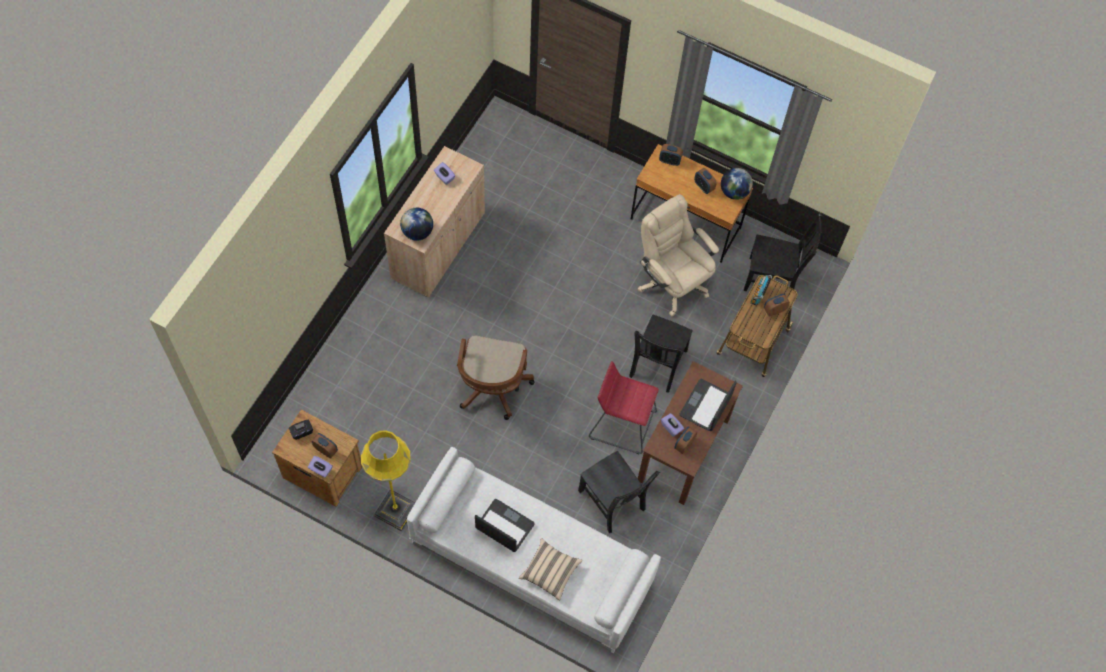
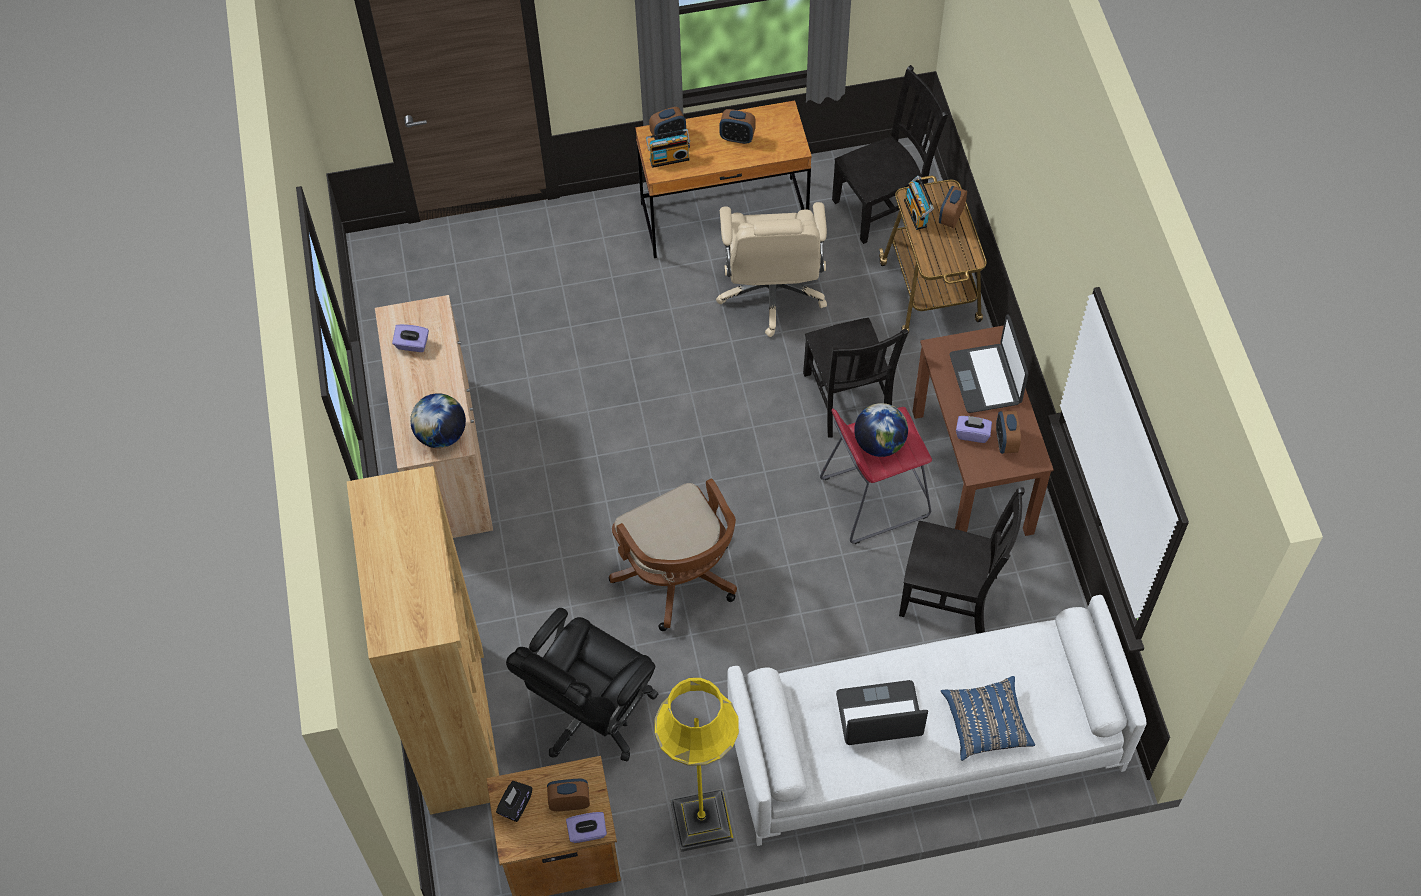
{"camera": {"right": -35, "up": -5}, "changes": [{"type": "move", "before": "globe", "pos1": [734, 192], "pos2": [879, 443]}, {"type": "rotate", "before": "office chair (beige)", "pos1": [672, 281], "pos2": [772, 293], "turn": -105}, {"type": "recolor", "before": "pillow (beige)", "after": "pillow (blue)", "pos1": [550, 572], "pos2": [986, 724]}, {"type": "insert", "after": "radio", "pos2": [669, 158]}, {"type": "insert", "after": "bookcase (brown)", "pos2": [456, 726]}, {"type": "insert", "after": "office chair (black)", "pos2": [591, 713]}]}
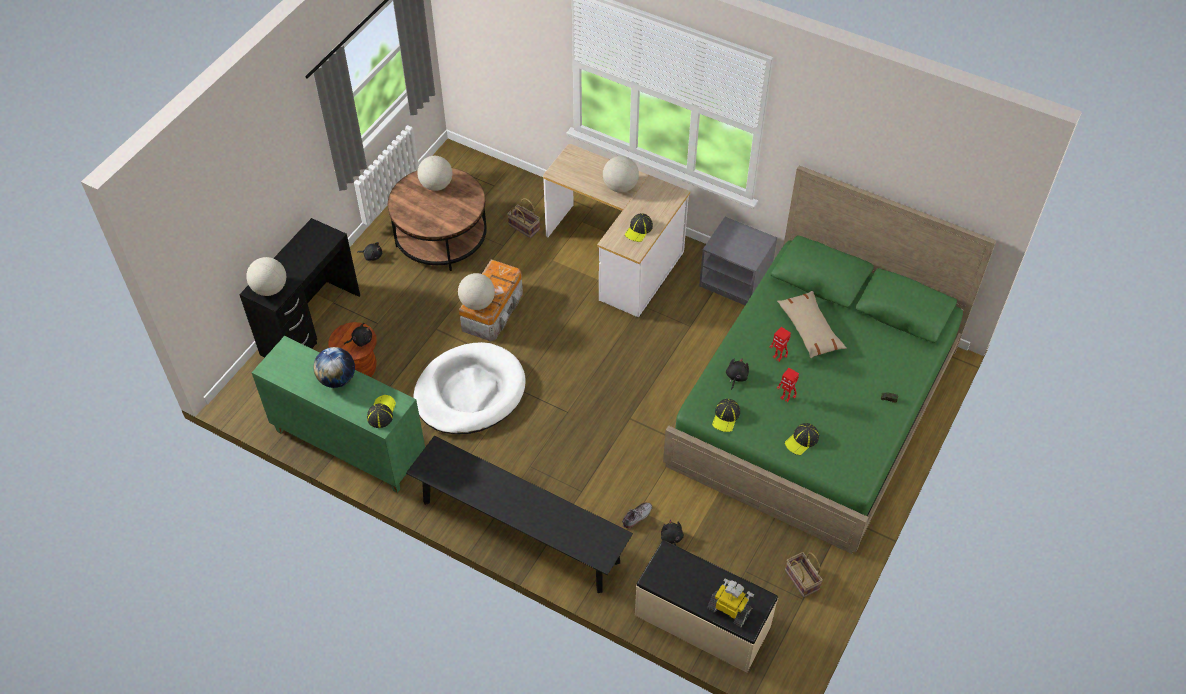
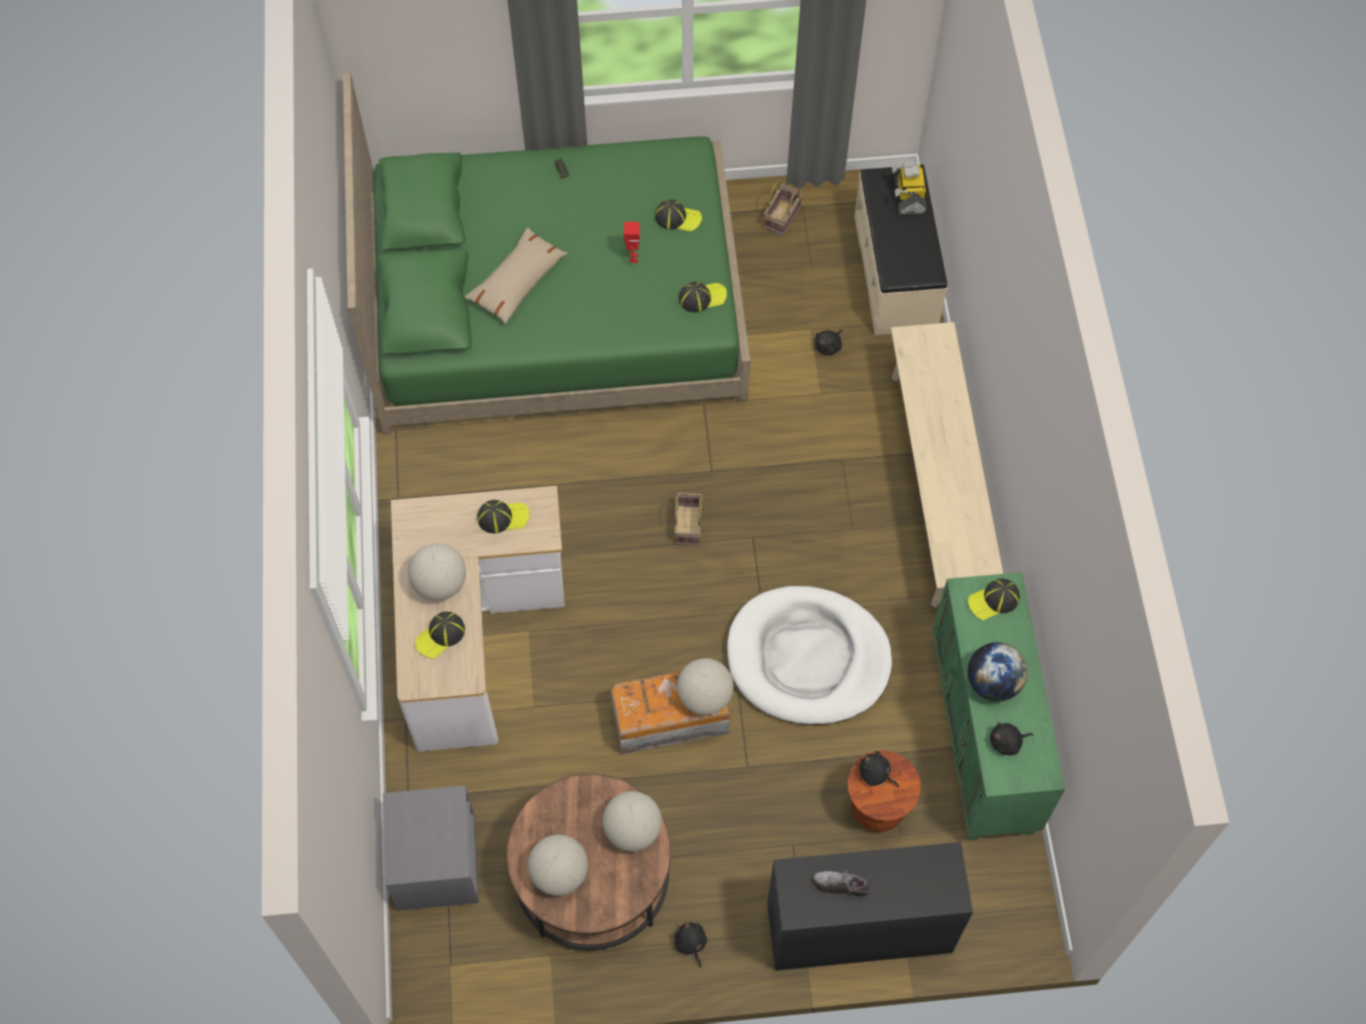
{"camera": {"right": -125, "up": 10}, "changes": [{"type": "move", "before": "basket", "pos1": [525, 227], "pos2": [687, 524]}, {"type": "move", "before": "nightstand (grey)", "pos1": [736, 280], "pos2": [435, 861]}, {"type": "move", "before": "globe", "pos1": [270, 288], "pos2": [632, 830]}, {"type": "delete", "before": "toy robot", "pos1": [777, 357]}, {"type": "move", "before": "plush toy (black)", "pos1": [736, 377], "pos2": [1007, 742]}, {"type": "recolor", "before": "bench (black)", "after": "bench (beige)", "pos1": [520, 531], "pos2": [937, 485]}, {"type": "move", "before": "shoe", "pos1": [637, 516], "pos2": [840, 885]}, {"type": "insert", "after": "cap", "pos2": [440, 636]}]}
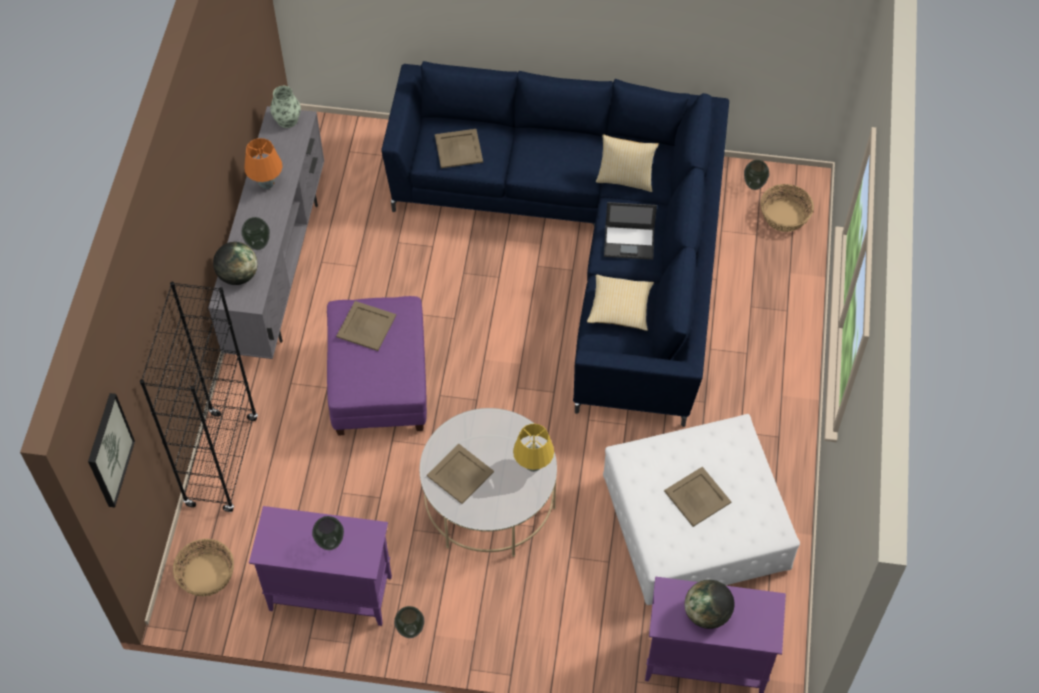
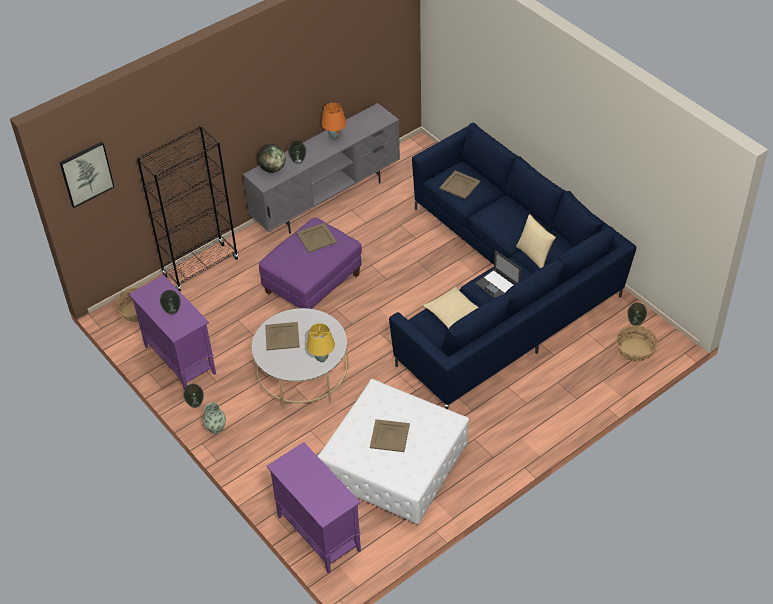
{"camera": {"right": 45, "up": -10}, "changes": [{"type": "move", "before": "vase", "pos1": [287, 120], "pos2": [215, 427]}, {"type": "delete", "before": "globe", "pos1": [707, 613]}]}
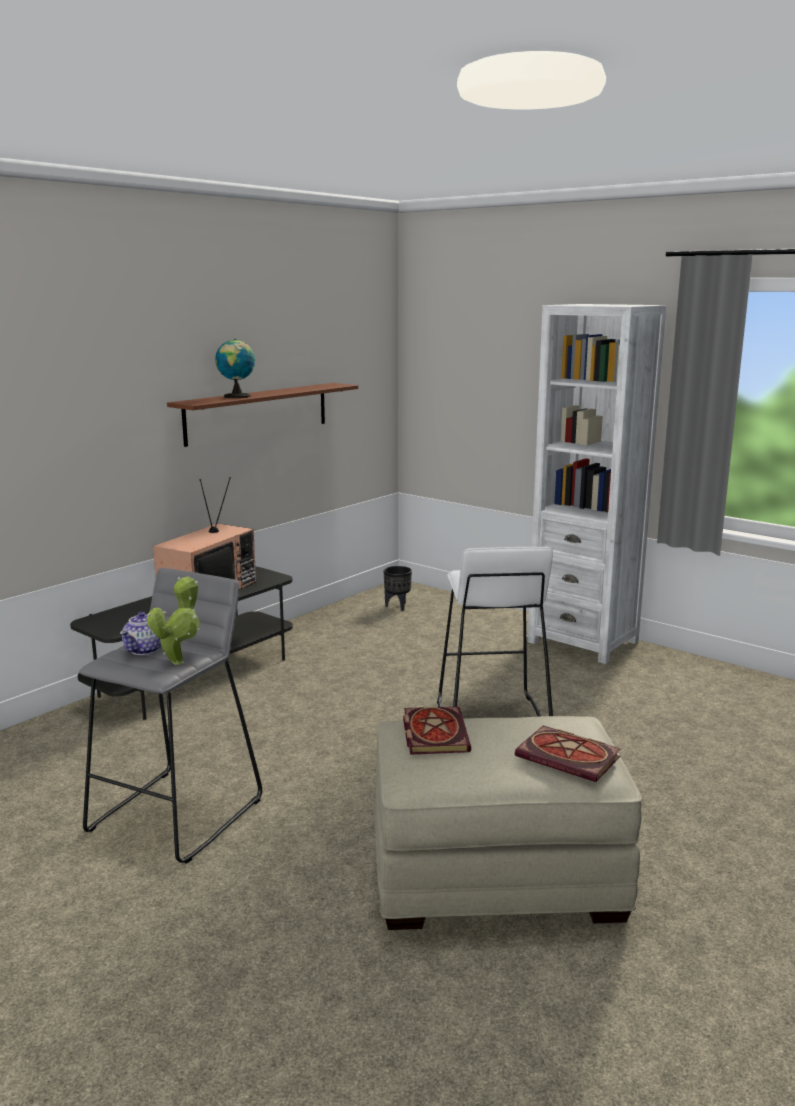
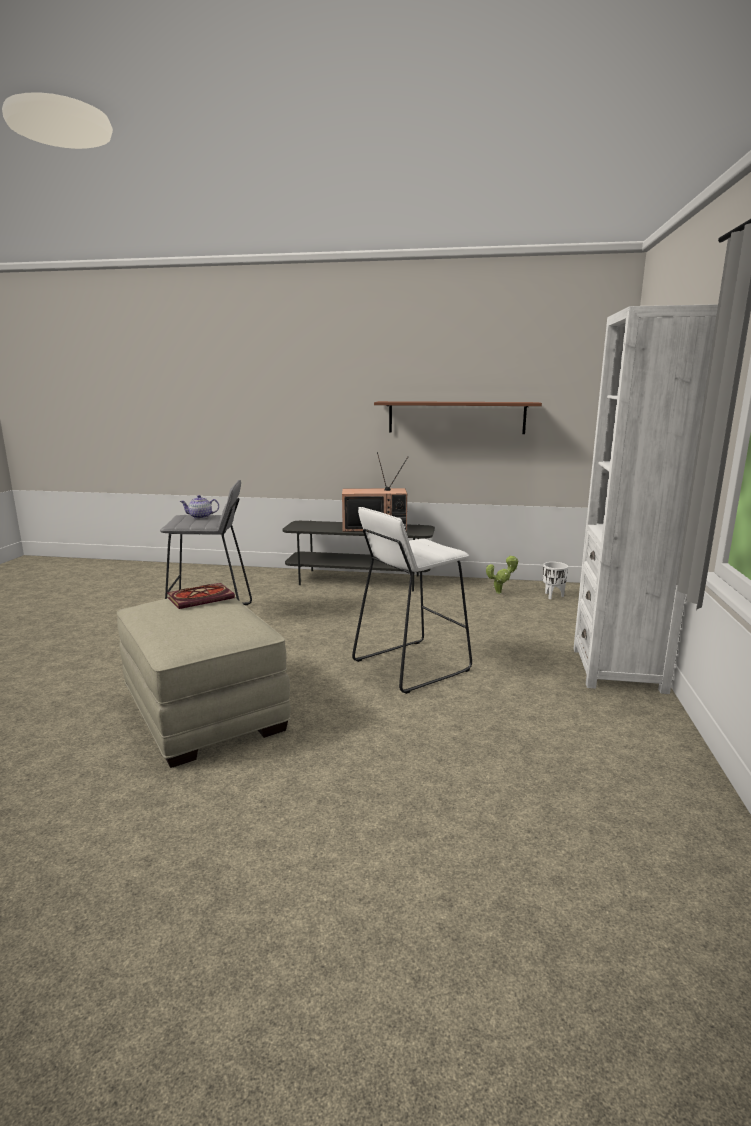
{"camera": {"right": 60, "up": 0}, "changes": [{"type": "delete", "before": "globe", "pos1": [237, 396]}, {"type": "recolor", "before": "planter (black)", "after": "planter (white)", "pos1": [398, 606], "pos2": [553, 596]}, {"type": "move", "before": "potted plant", "pos1": [179, 661], "pos2": [500, 592]}, {"type": "delete", "before": "book", "pos1": [570, 757]}]}
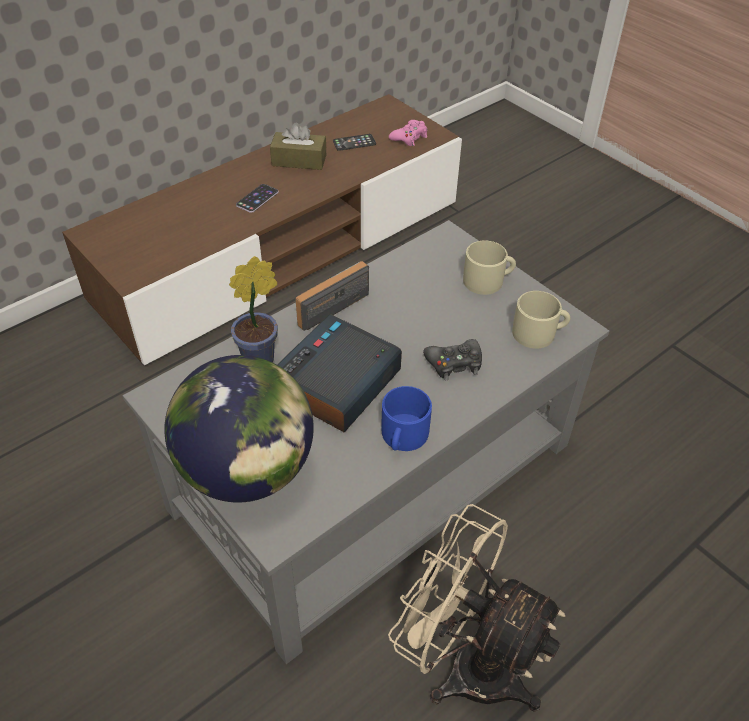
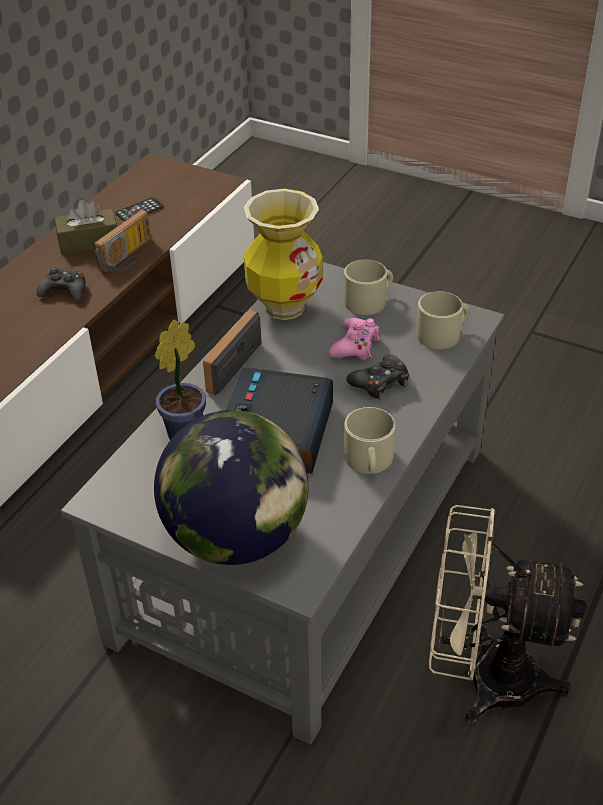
{"camera": {"right": -20, "up": -5}, "changes": [{"type": "move", "before": "game controller (pink)", "pos1": [409, 137], "pos2": [355, 346]}, {"type": "replace", "before": "phone", "after": "game controller (black)", "pos1": [257, 198], "pos2": [65, 291]}, {"type": "recolor", "before": "mug (blue)", "after": "mug (beige)", "pos1": [403, 437], "pos2": [369, 461]}, {"type": "insert", "after": "vase", "pos2": [284, 307]}, {"type": "insert", "after": "radio", "pos2": [129, 257]}]}
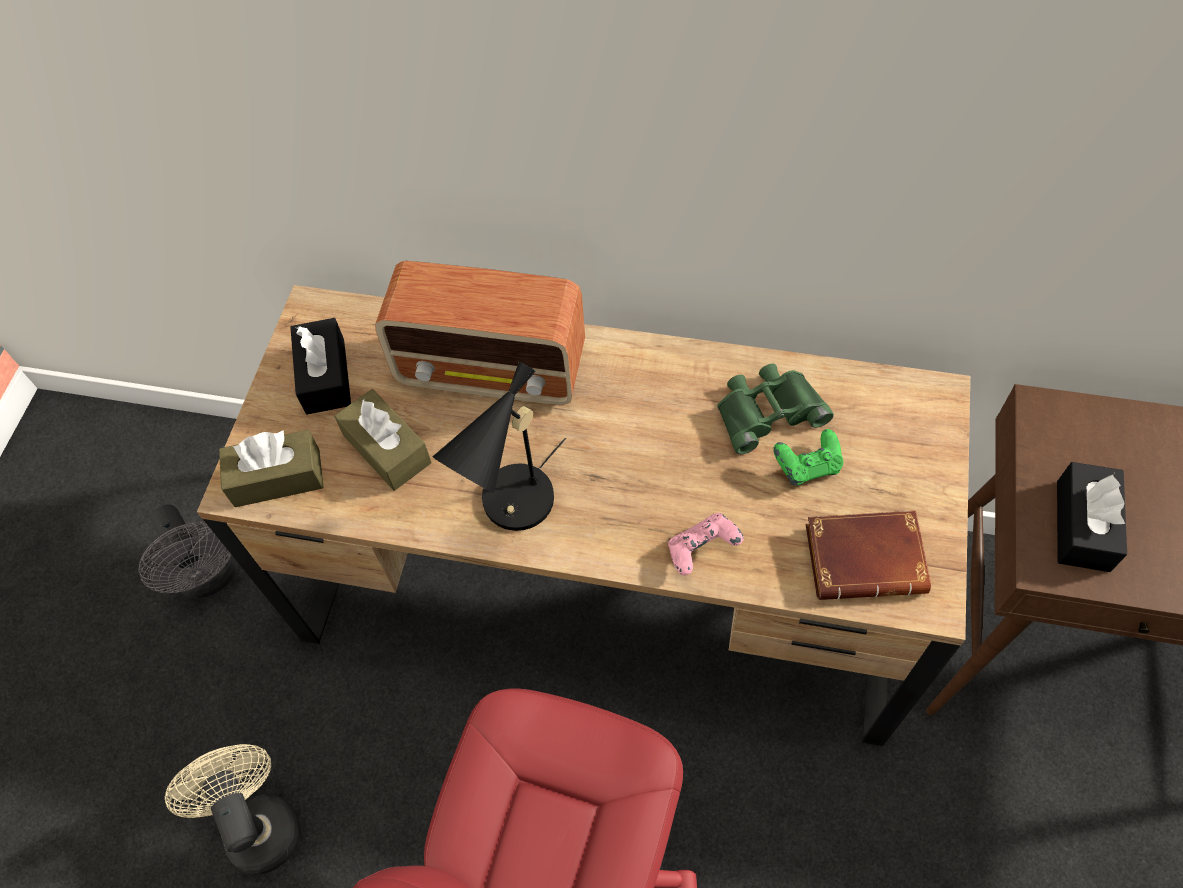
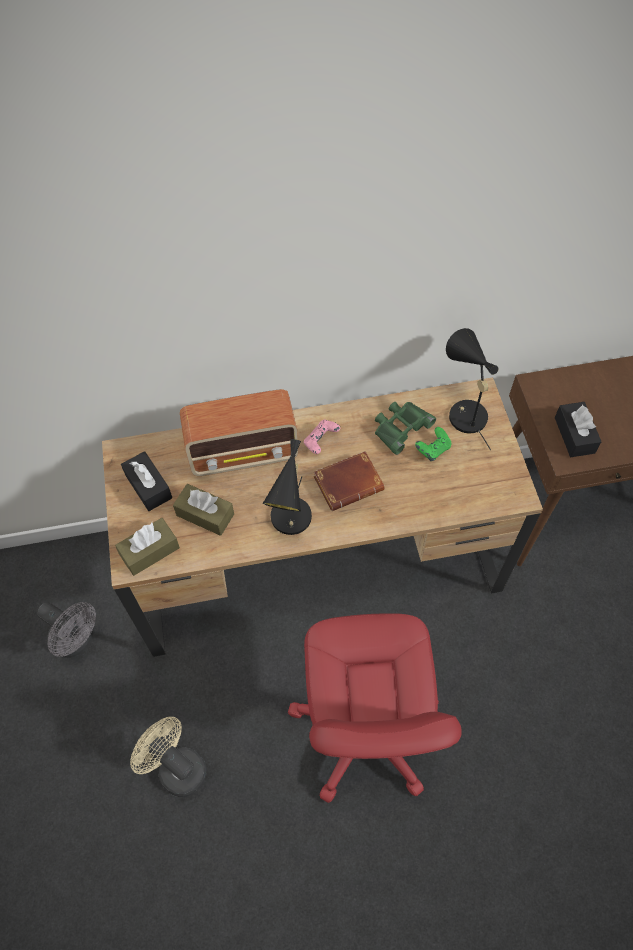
{"camera": {"right": -25, "up": 0}, "changes": [{"type": "move", "before": "book (brown)", "pos1": [867, 557], "pos2": [349, 482]}, {"type": "move", "before": "game controller (pink)", "pos1": [702, 551], "pos2": [321, 441]}, {"type": "insert", "after": "table lamp (black)", "pos2": [463, 413]}]}
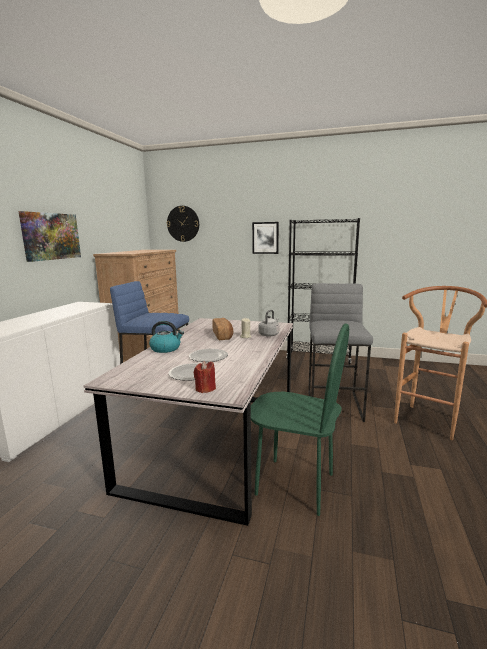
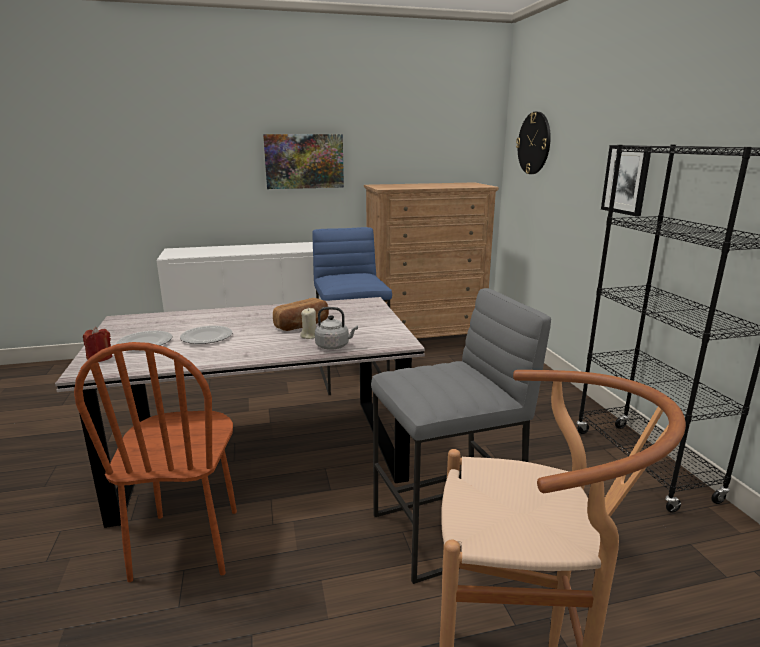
{"camera": {"right": 60, "up": 5}, "changes": [{"type": "delete", "before": "kettle", "pos1": [166, 349]}, {"type": "recolor", "before": "chair (green)", "after": "chair (brown)", "pos1": [294, 484], "pos2": [188, 543]}]}
